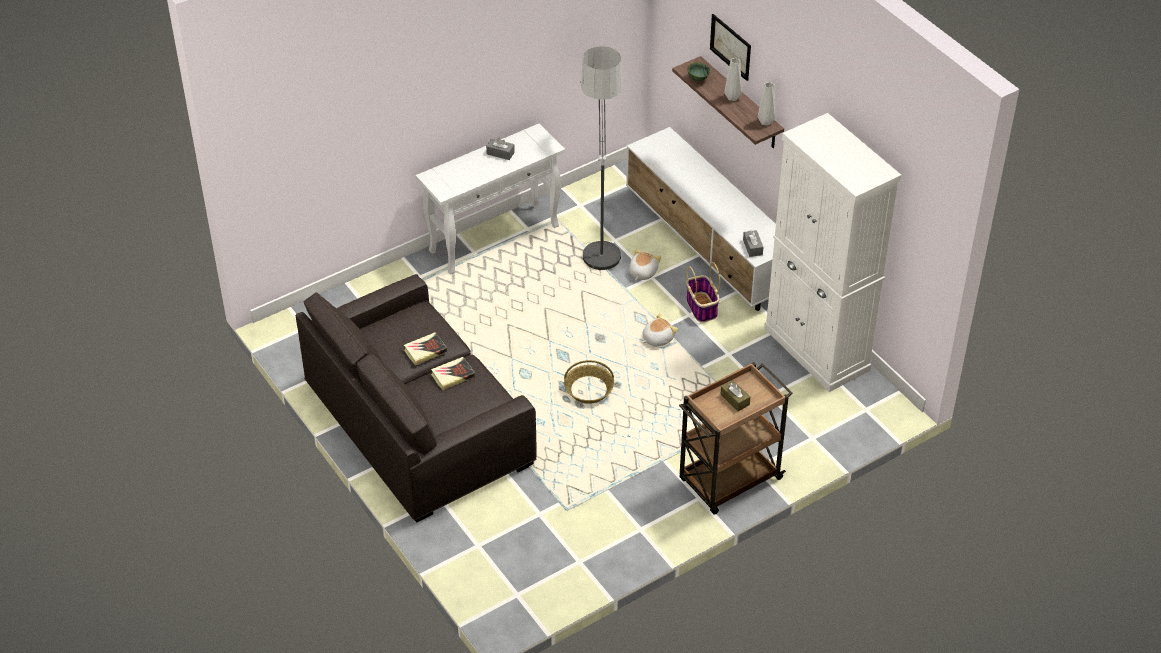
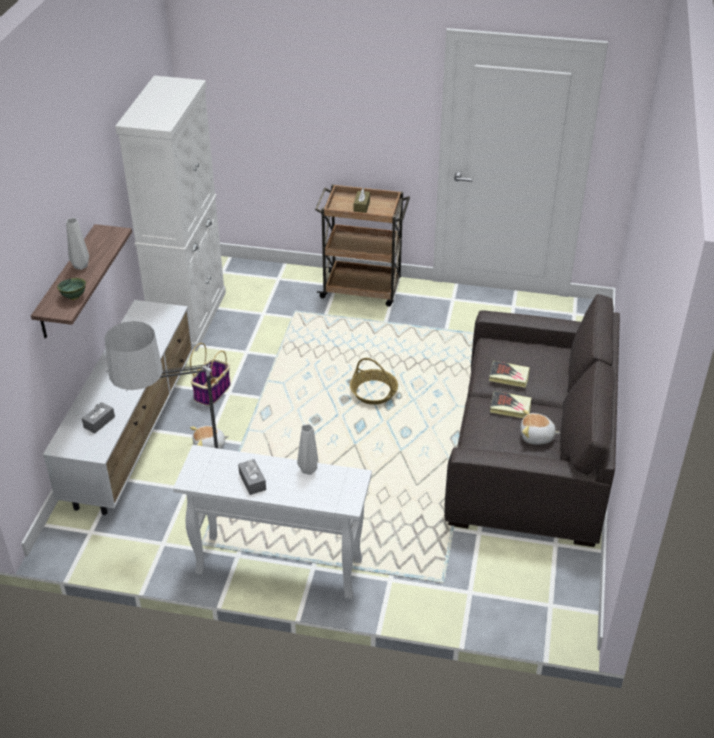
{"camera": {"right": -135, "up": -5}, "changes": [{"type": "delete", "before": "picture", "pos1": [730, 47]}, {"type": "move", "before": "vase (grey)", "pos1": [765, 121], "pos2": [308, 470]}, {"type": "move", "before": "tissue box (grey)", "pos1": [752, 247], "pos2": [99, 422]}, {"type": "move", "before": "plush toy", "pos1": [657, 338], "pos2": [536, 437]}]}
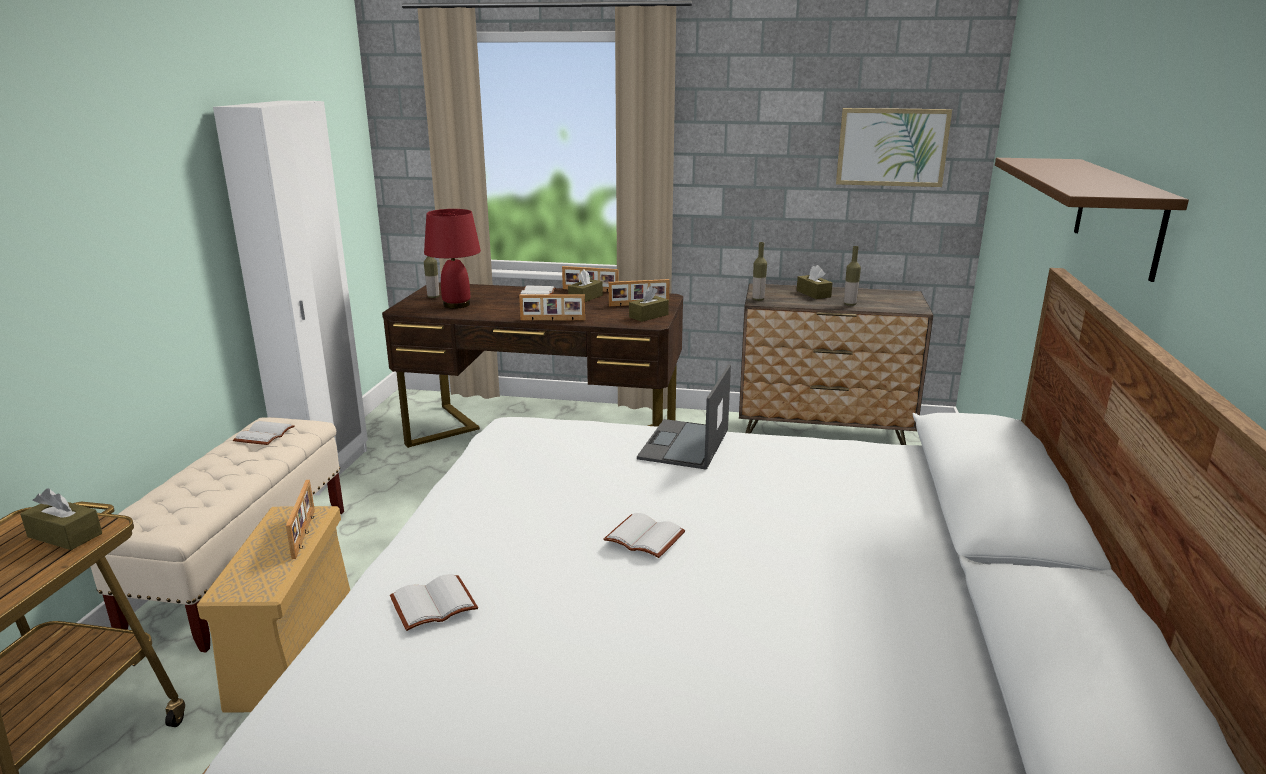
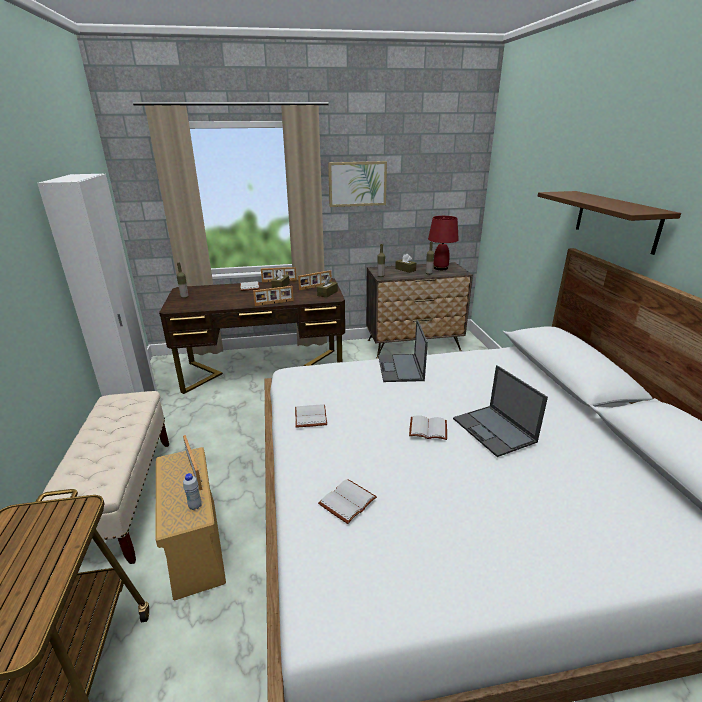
{"camera": {"right": -20, "up": 5}, "changes": [{"type": "move", "before": "picture", "pos1": [892, 147], "pos2": [357, 184]}, {"type": "move", "before": "table lamp (red)", "pos1": [457, 305], "pos2": [441, 268]}, {"type": "move", "before": "book (white)", "pos1": [263, 434], "pos2": [309, 416]}, {"type": "delete", "before": "tissue box (brown)", "pos1": [65, 535]}, {"type": "insert", "after": "laptop", "pos2": [494, 430]}, {"type": "insert", "after": "bottle (white)", "pos2": [195, 506]}]}
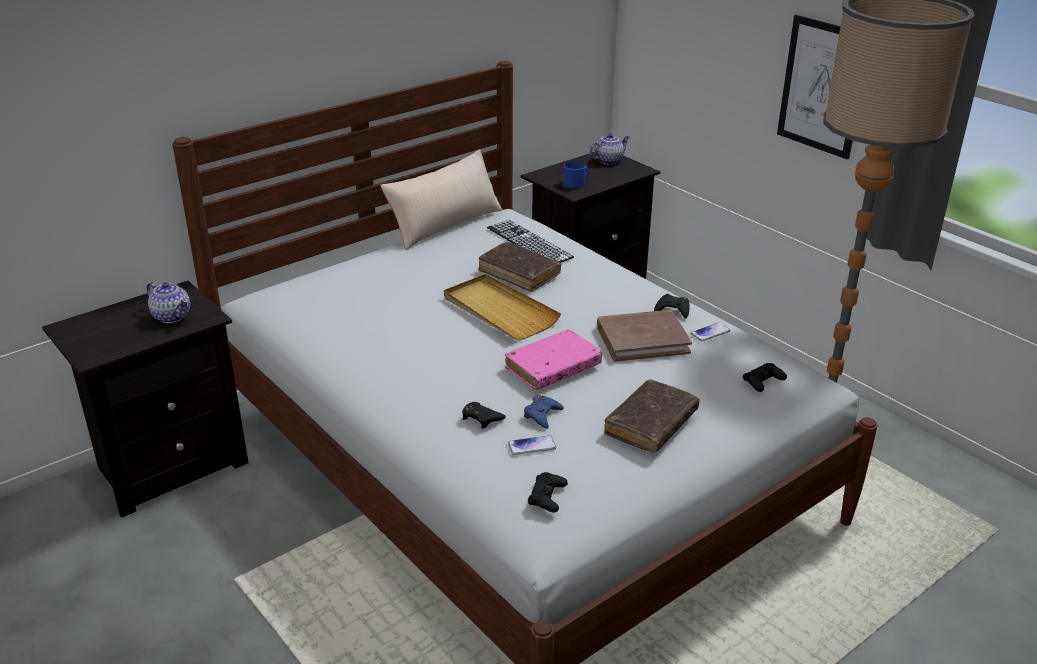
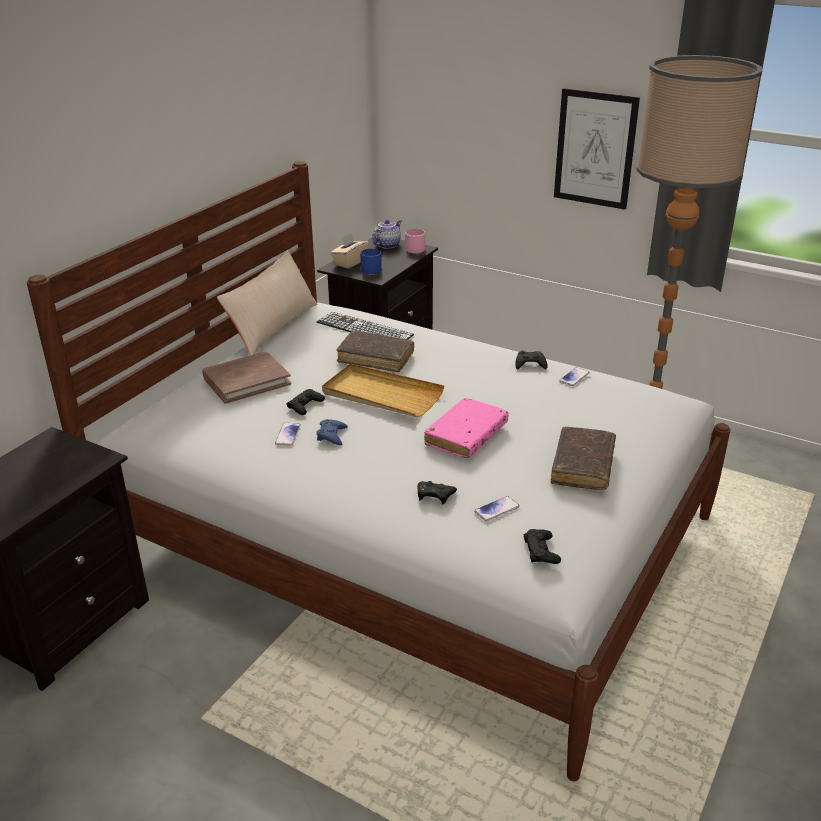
{"camera": {"right": -20, "up": 0}, "changes": [{"type": "delete", "before": "teapot", "pos1": [171, 316]}, {"type": "move", "before": "book (brown)", "pos1": [642, 339], "pos2": [246, 381]}, {"type": "move", "before": "game controller (black)", "pos1": [763, 381], "pos2": [305, 405]}, {"type": "move", "before": "game controller (blue)", "pos1": [542, 415], "pos2": [331, 435]}, {"type": "insert", "after": "mug (pink)", "pos2": [414, 248]}, {"type": "insert", "after": "tissue box (beige)", "pos2": [350, 262]}, {"type": "insert", "after": "phone", "pos2": [288, 435]}]}
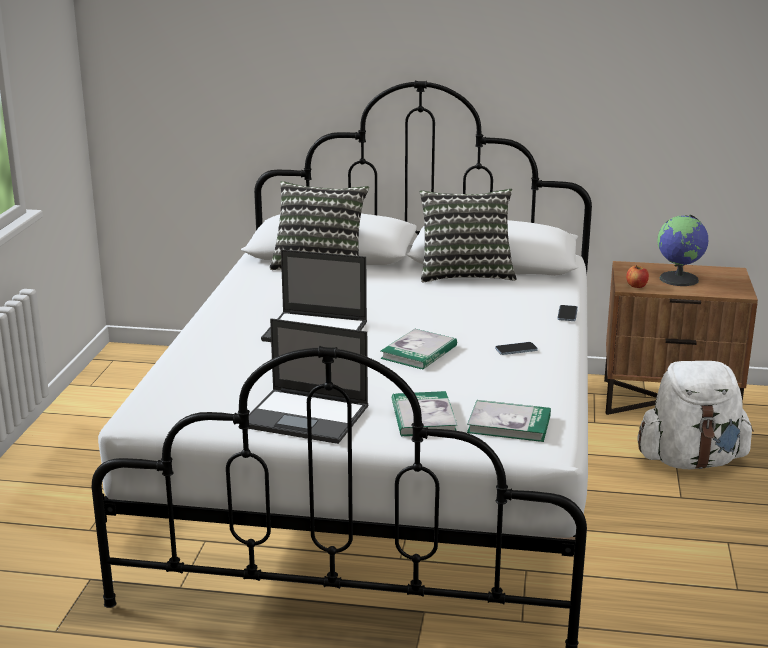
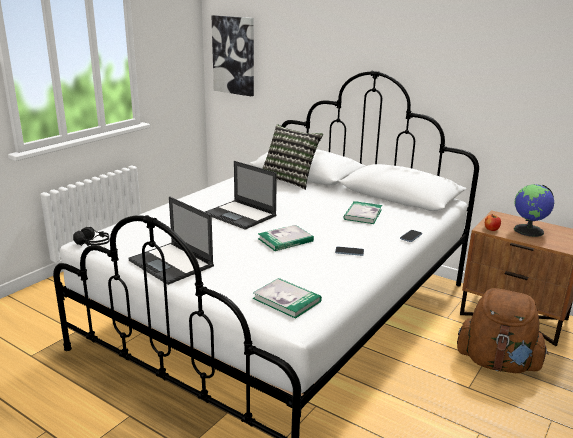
{"camera": {"right": 25, "up": 0}, "changes": [{"type": "delete", "before": "pillow", "pos1": [465, 273]}, {"type": "recolor", "before": "backpack (white)", "after": "backpack (brown)", "pos1": [691, 461], "pos2": [497, 363]}, {"type": "move", "before": "book", "pos1": [423, 417], "pos2": [363, 214]}, {"type": "insert", "after": "picture", "pos2": [234, 55]}, {"type": "insert", "after": "headphones (black)", "pos2": [93, 244]}]}
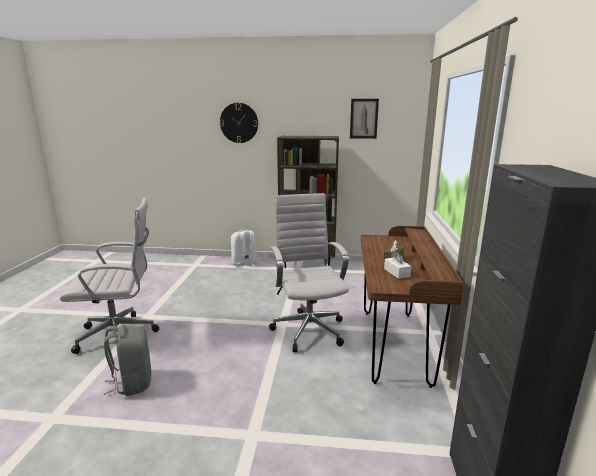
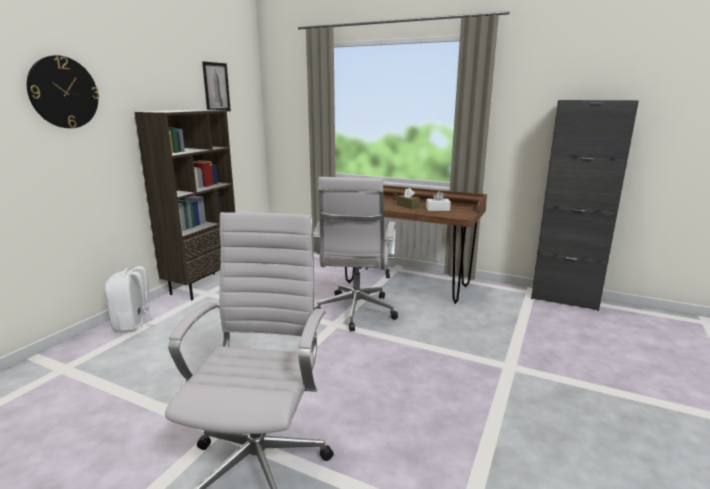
{"camera": {"right": -70, "up": 0}, "changes": [{"type": "rotate", "before": "office chair (white)", "pos1": [308, 329], "pos2": [355, 313], "turn": -90}, {"type": "delete", "before": "backpack (grey)", "pos1": [132, 383]}]}
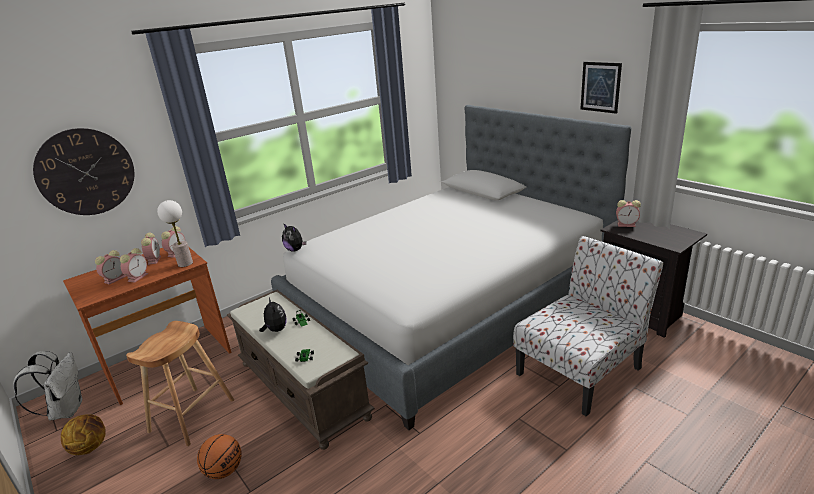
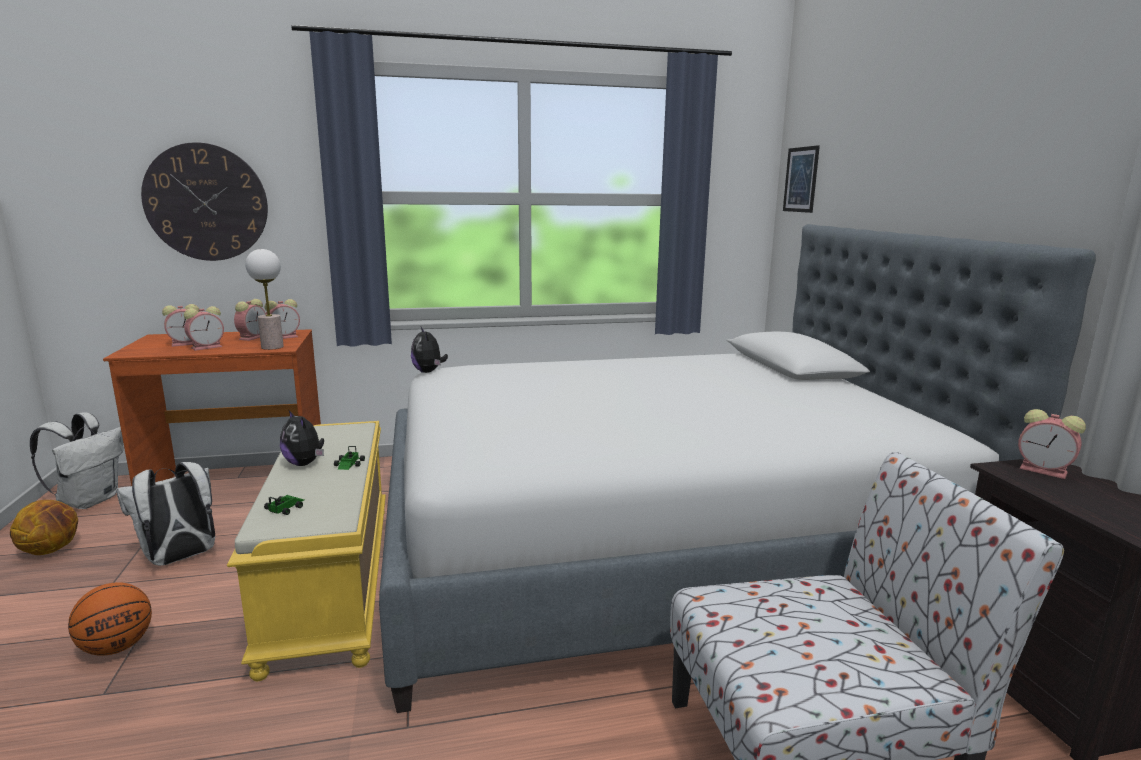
{"camera": {"right": 25, "up": -10}, "changes": [{"type": "move", "before": "picture", "pos1": [600, 87], "pos2": [801, 179]}, {"type": "recolor", "before": "bench (brown)", "after": "bench (yellow)", "pos1": [304, 389], "pos2": [333, 581]}, {"type": "rotate", "before": "plush toy", "pos1": [275, 330], "pos2": [304, 463], "turn": 135}, {"type": "replace", "before": "stool (brown)", "after": "backpack (white)", "pos1": [192, 415], "pos2": [180, 558]}]}
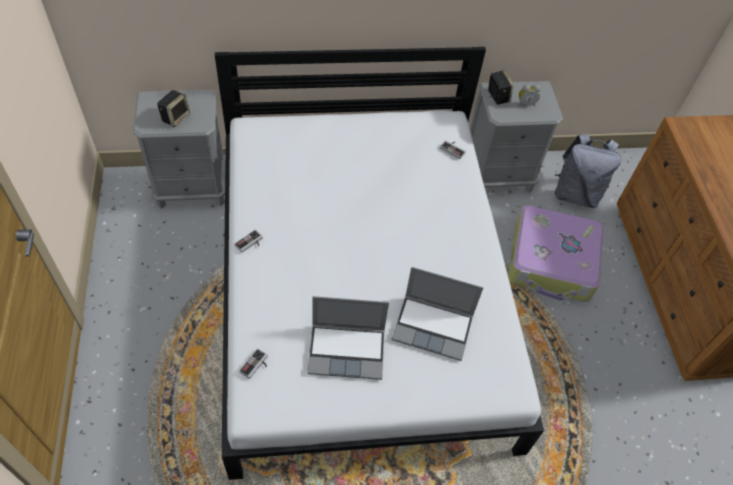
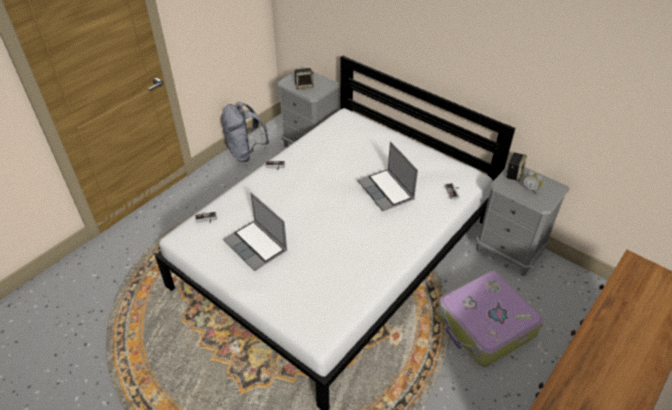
{"camera": {"right": 50, "up": -10}, "changes": [{"type": "move", "before": "backpack (grey)", "pos1": [575, 194], "pos2": [245, 152]}, {"type": "move", "before": "laptop", "pos1": [434, 327], "pos2": [387, 191]}]}
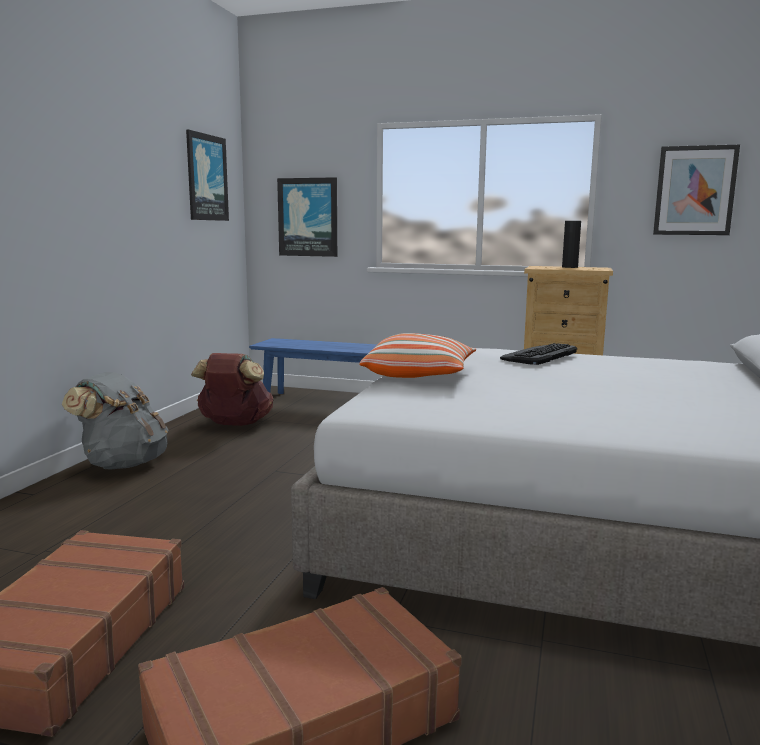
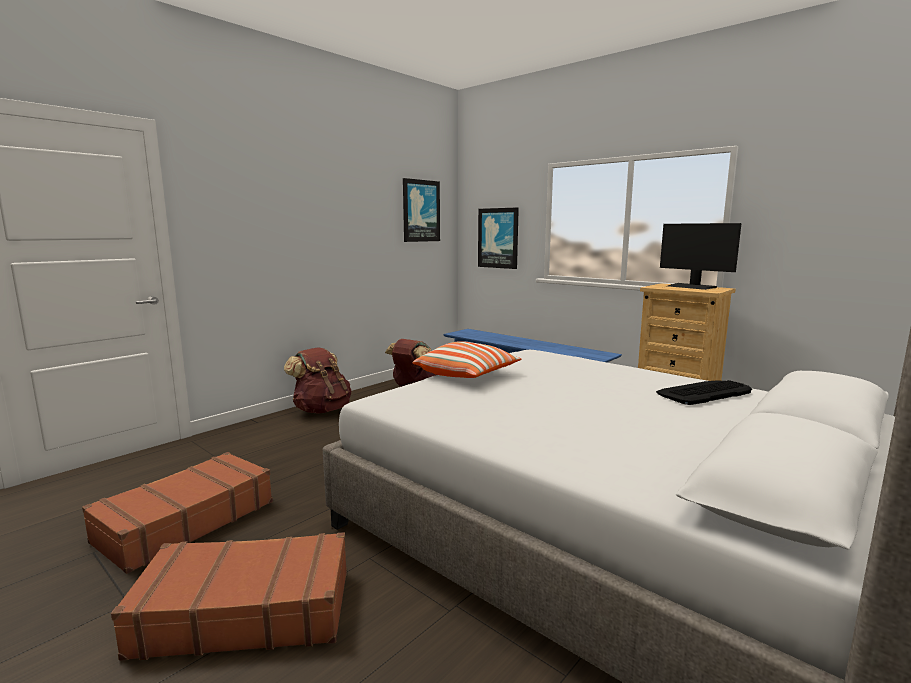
{"camera": {"right": 25, "up": 0}, "changes": [{"type": "delete", "before": "picture", "pos1": [694, 191]}, {"type": "replace", "before": "vase (black)", "after": "monitor", "pos1": [569, 267], "pos2": [691, 286]}, {"type": "move", "before": "keyboard", "pos1": [539, 355], "pos2": [703, 393]}, {"type": "recolor", "before": "backpack (grey)", "after": "backpack (brown)", "pos1": [123, 464], "pos2": [322, 410]}]}
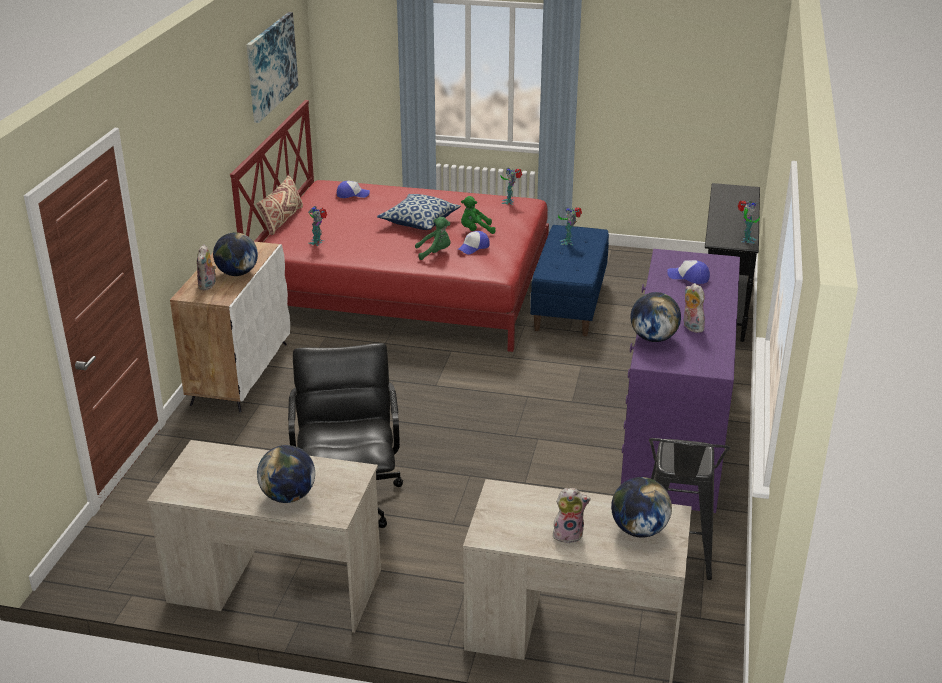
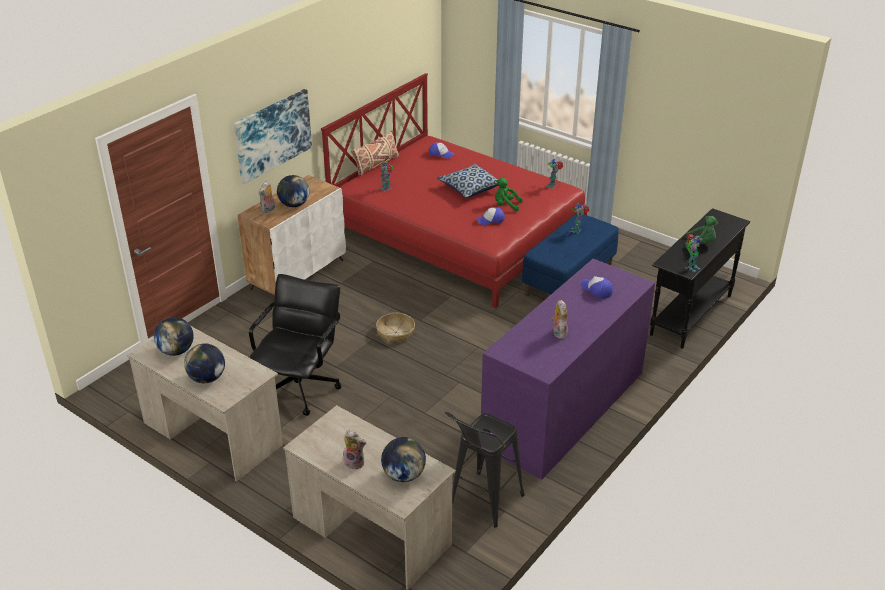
{"camera": {"right": 25, "up": 5}, "changes": [{"type": "move", "before": "picture", "pos1": [271, 66], "pos2": [273, 135]}, {"type": "move", "before": "plush toy (green)", "pos1": [435, 253], "pos2": [701, 244]}, {"type": "move", "before": "globe", "pos1": [653, 338], "pos2": [176, 351]}, {"type": "insert", "after": "basket", "pos2": [395, 332]}]}
